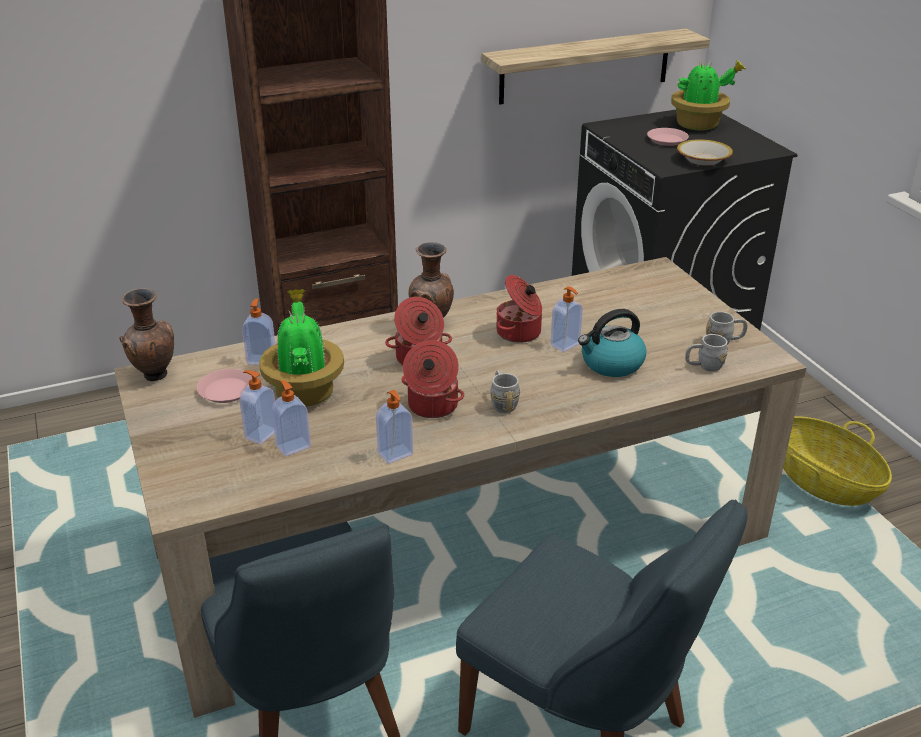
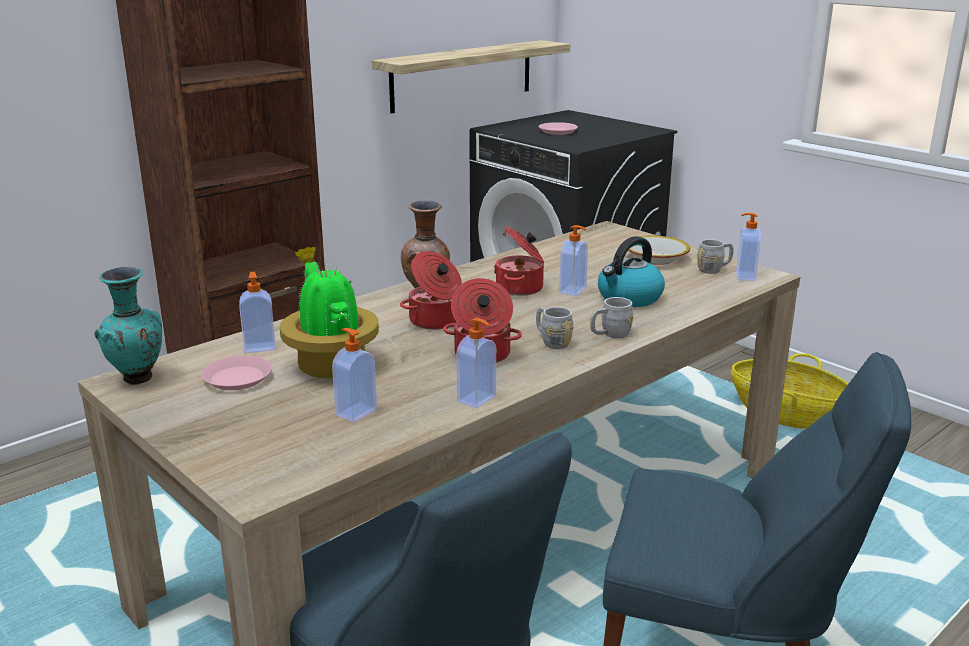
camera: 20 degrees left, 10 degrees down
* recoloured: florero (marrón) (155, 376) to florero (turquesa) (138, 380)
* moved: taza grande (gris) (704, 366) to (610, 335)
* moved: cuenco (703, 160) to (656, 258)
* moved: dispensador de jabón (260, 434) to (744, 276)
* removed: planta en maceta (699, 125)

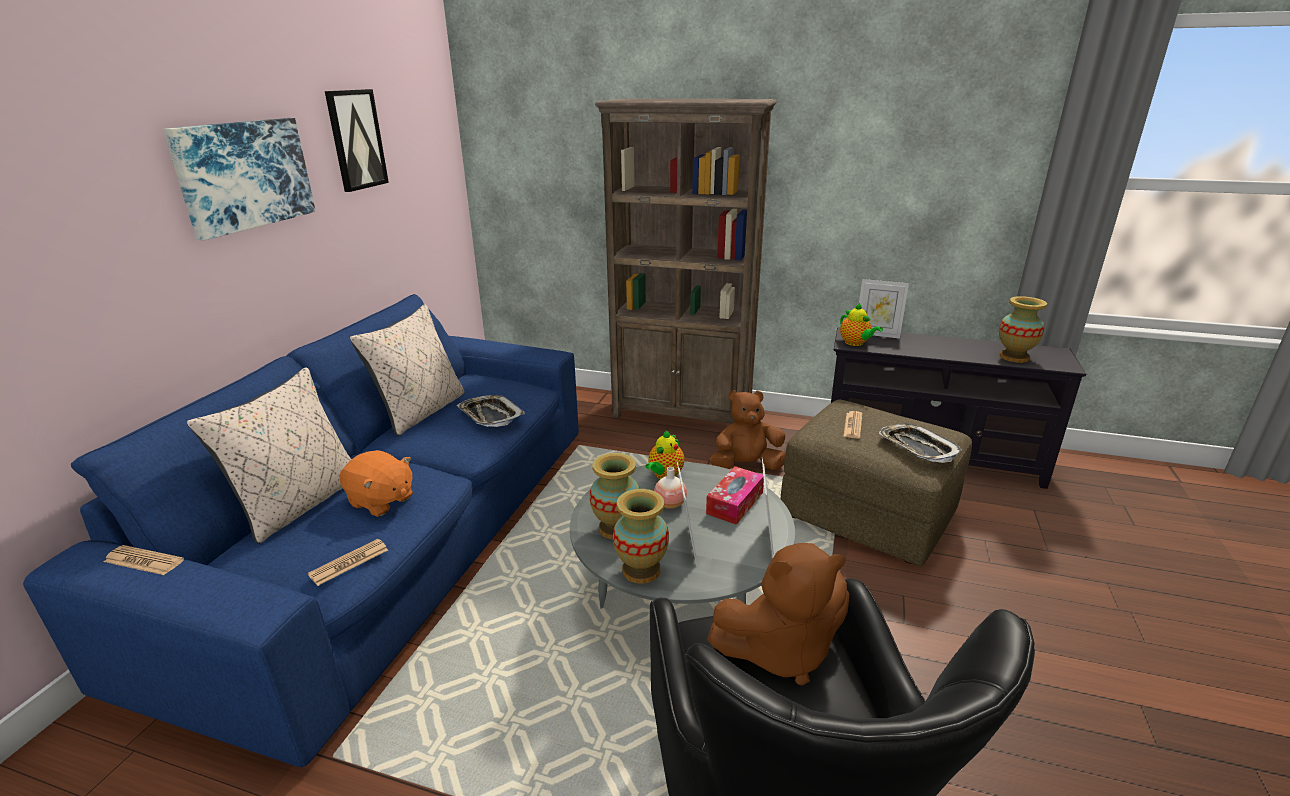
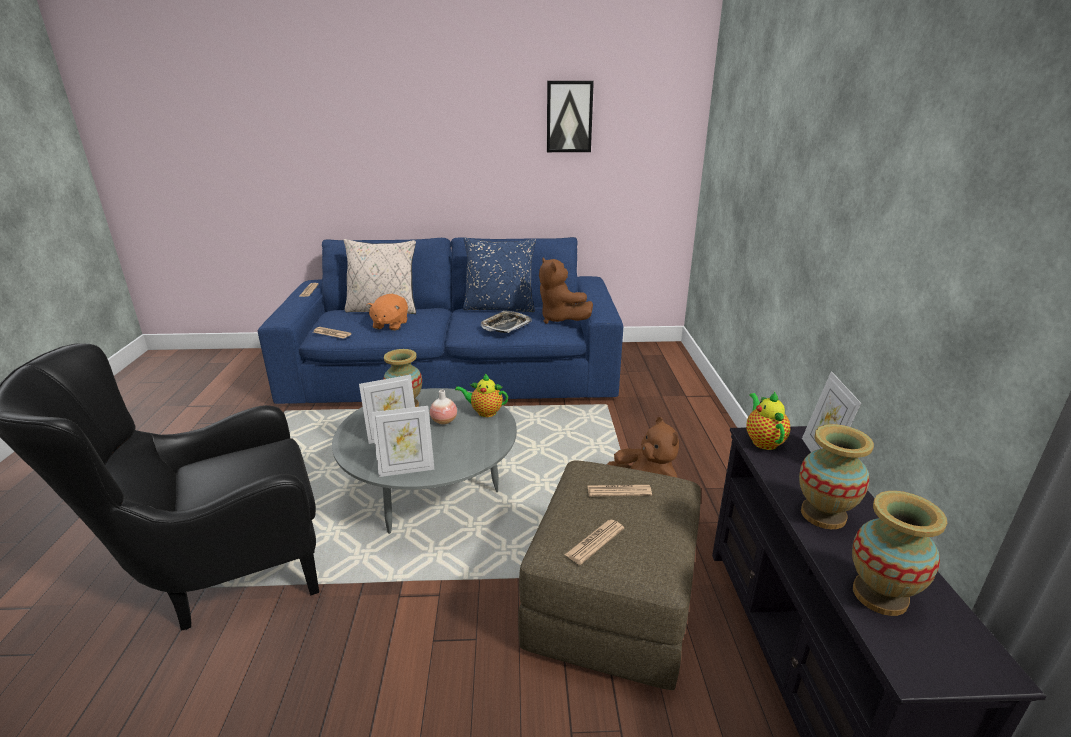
camera: 70 degrees right, 0 degrees up
* recoloured: cojín (beis) (421, 412) to cojín (azul) (499, 308)
* moved: peluche (marrón) (781, 650) to (560, 319)
* replaced: bandeja (917, 447) to periódico (595, 542)
* turned: tetera (855, 343) = (763, 441) 135 degrees clockwise
* moved: florero (641, 570) to (823, 515)
* removed: cuadro (244, 175)
* removed: estantería (marrón) (682, 414)
* removed: caja de pañuelos (735, 503)

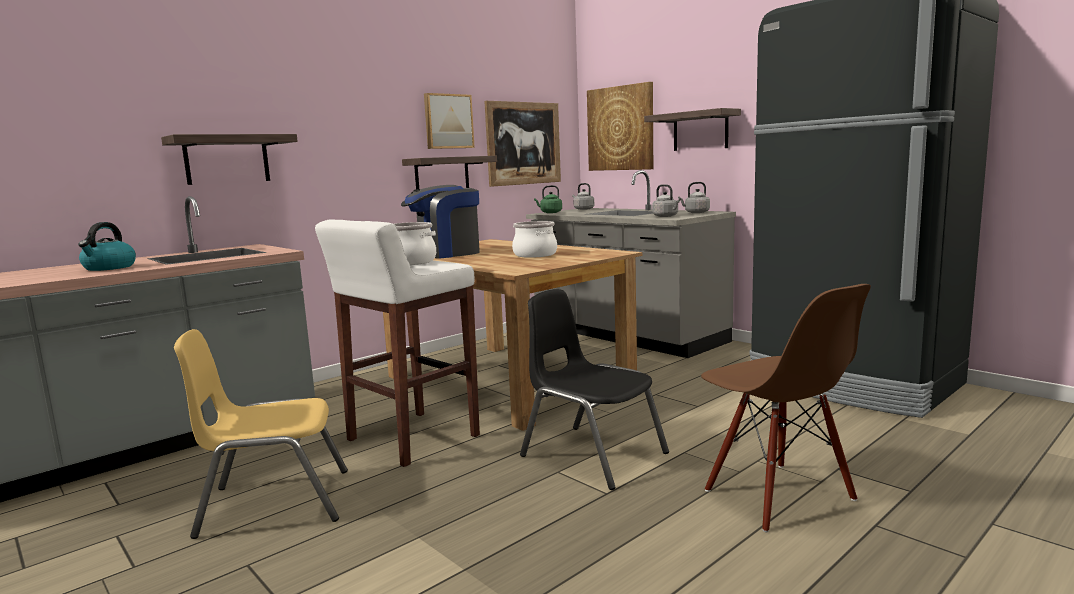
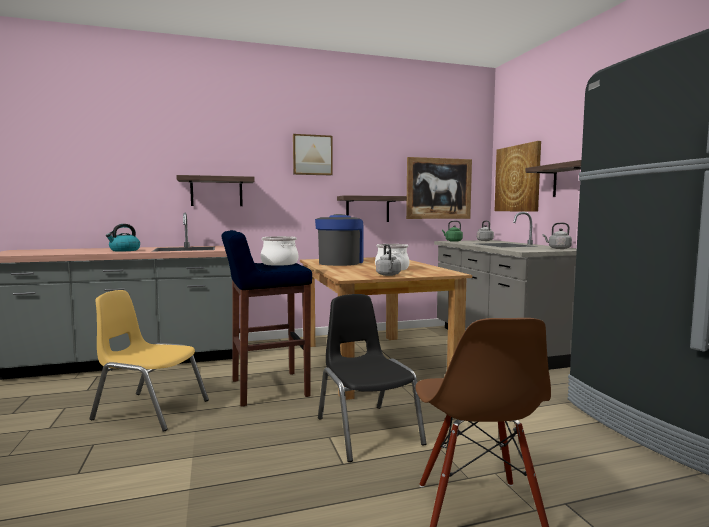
camera: 25 degrees right, 5 degrees down
* recoloured: taburete (blanco) (411, 439) to taburete (azul) (268, 388)
* moved: cuadro (448, 121) to (312, 155)
* turned: cafetera (444, 254) = (340, 262) 105 degrees clockwise
* moved: hervidor (gris) (666, 216) to (388, 275)

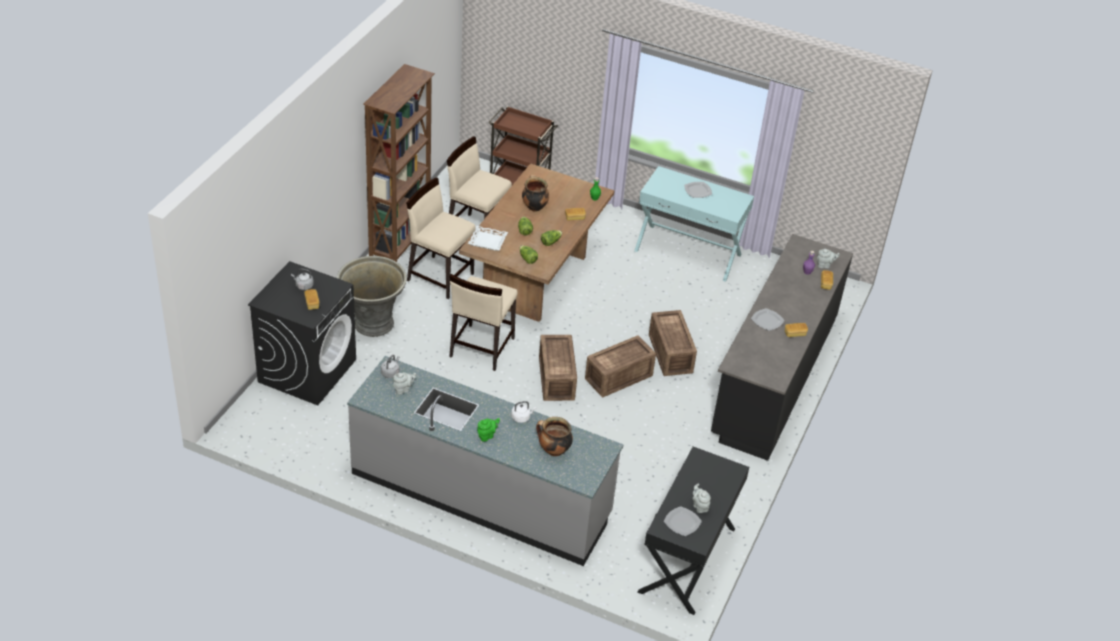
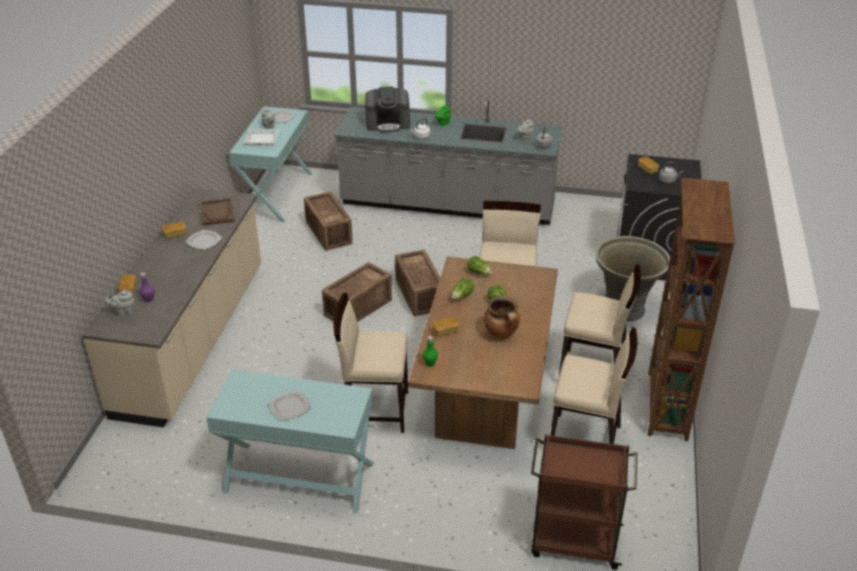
camera: 170 degrees right, 5 degrees down
* recoloured: mueble bajo de cocina (negro) (773, 377) to mueble bajo de cocina (beis) (193, 339)
* added: bandeja (marrón) (217, 213)
* recoloured: mesa consola (negro) (687, 560) to mesa consola (turquesa) (276, 194)
* moved: bandeja (blanco) (488, 241) to (261, 140)
* moved: caja de embalaje (669, 354) to (329, 232)
* added: silla (beis) (374, 410)
* replaced: olla (553, 450) to cafetera (388, 123)

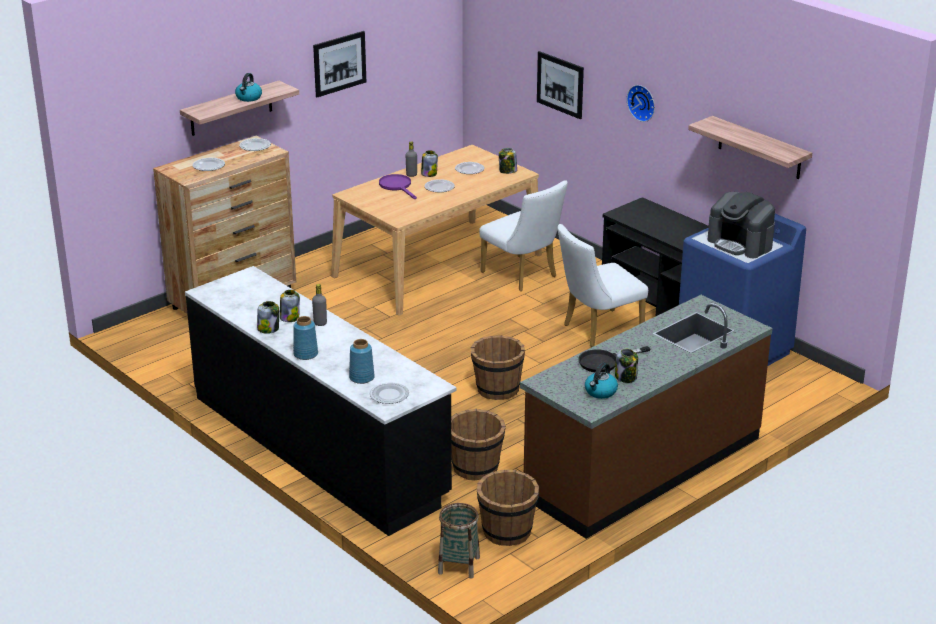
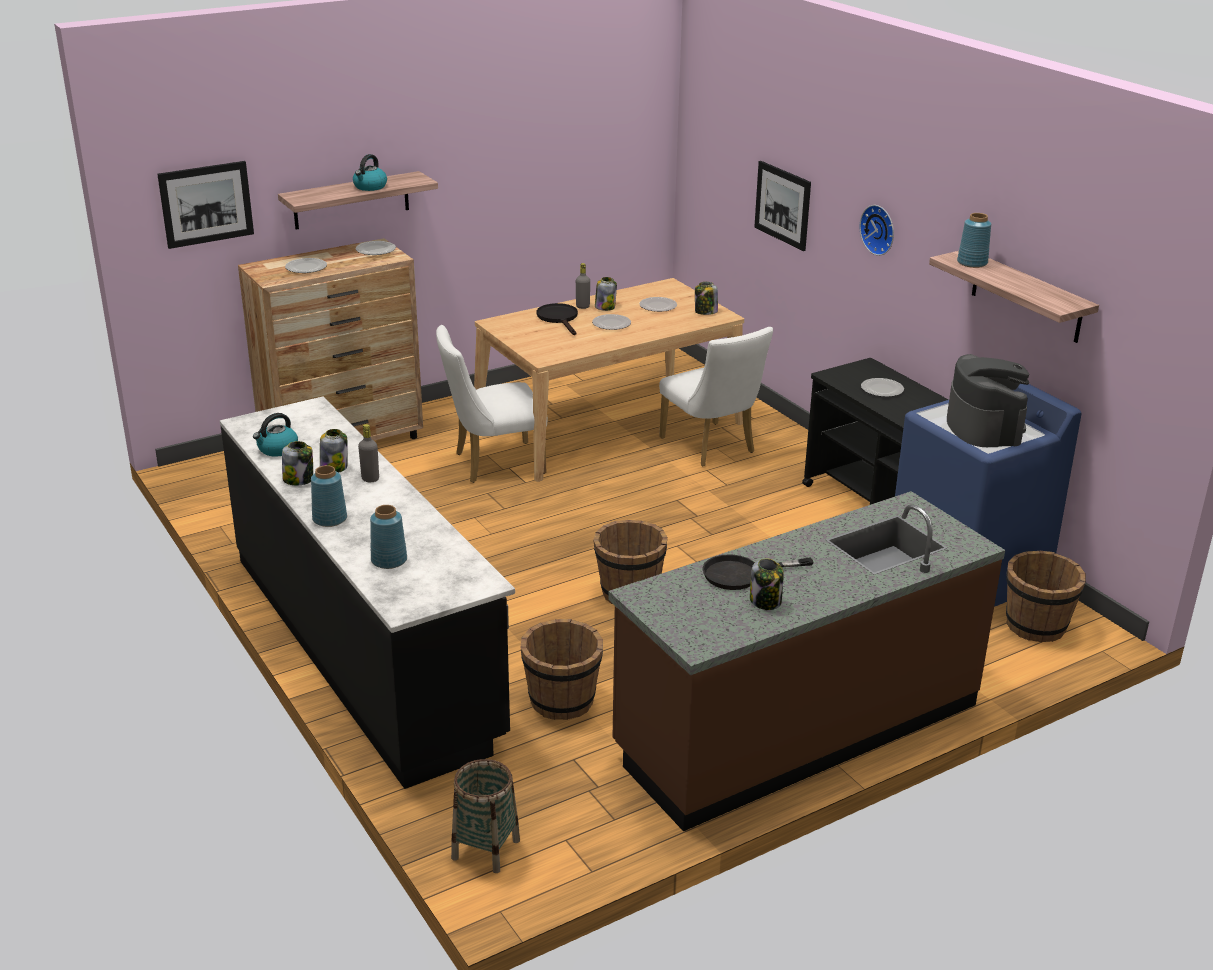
camera: 10 degrees right, 0 degrees up
* moved: cuadro (339, 63) to (206, 204)
* moved: hervidor (600, 392) to (277, 449)
* moved: silla (blanco) (597, 330) to (492, 464)
* recoloured: sartén (morado) (397, 186) to sartén (negro) (559, 318)
* moved: plato (388, 395) to (881, 389)
* turned: cafetera (740, 243) = (983, 426) 150 degrees counterclockwise
* added: florero (azul) (972, 263)
* moved: cubo (marrón) (507, 532) to (1035, 626)

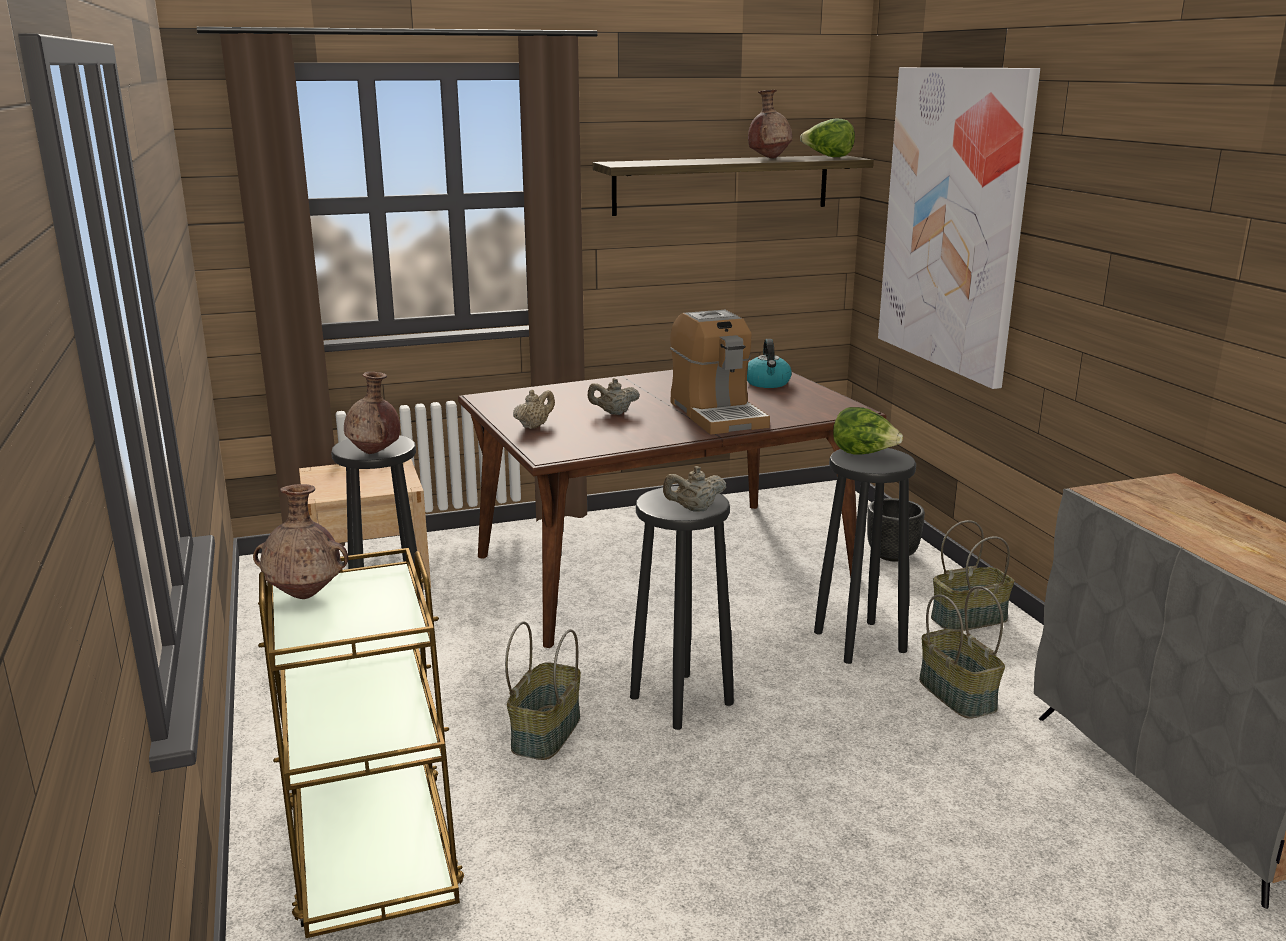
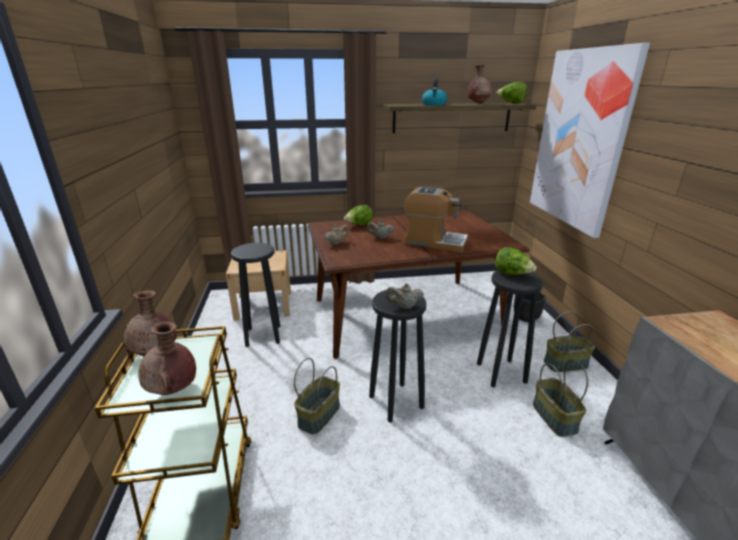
camera: 10 degrees right, 5 degrees up
* moved: florero (marrón) (375, 452) to (173, 390)
* added: lechuga (359, 225)
* turned: cafetera (717, 414) = (434, 242) 60 degrees counterclockwise
* moved: hervidor (767, 383) to (434, 104)

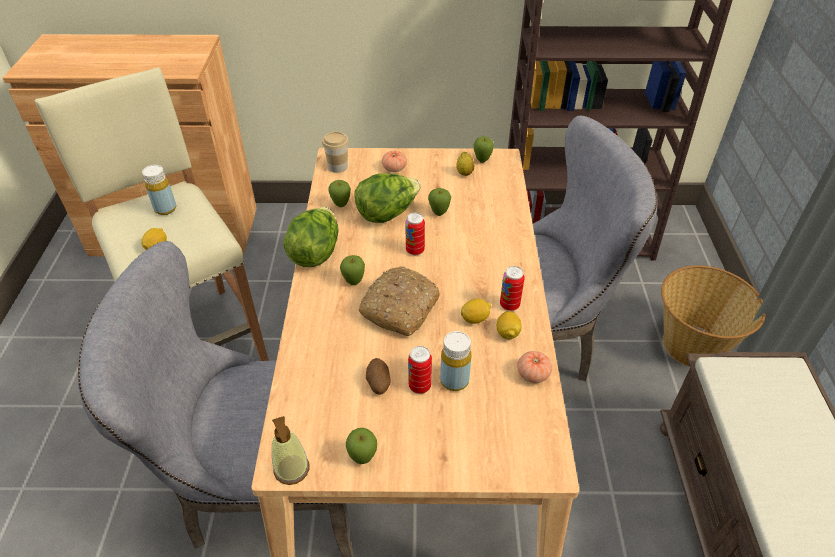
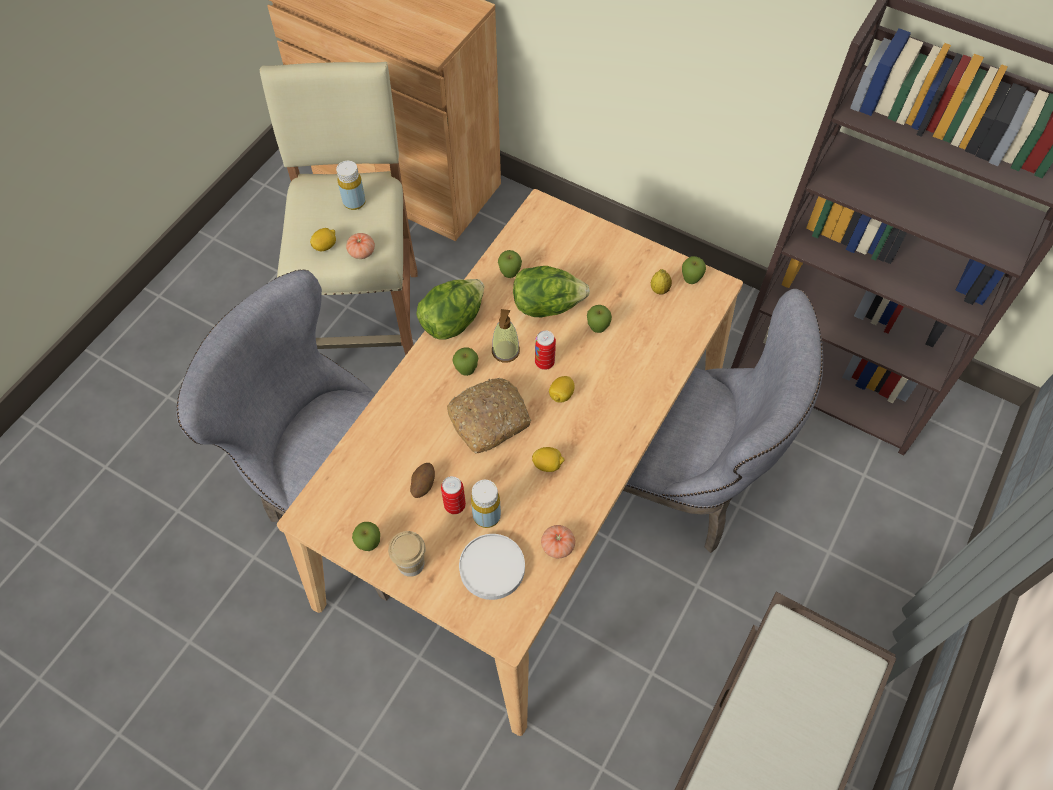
camera: 30 degrees right, 15 degrees up
* moved: tomate (394, 168) to (361, 252)
* moved: taza (337, 167) to (411, 563)
* added: plato (blanco) (492, 567)
* moved: dispensador de jabón (292, 469) to (505, 351)
* moved: limón (507, 333) to (561, 395)
* removed: lata (509, 305)
* removed: cesta (692, 344)

